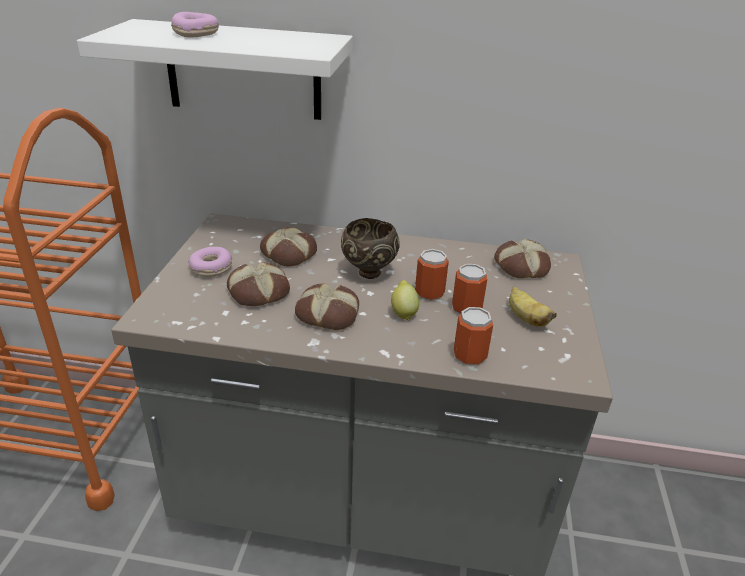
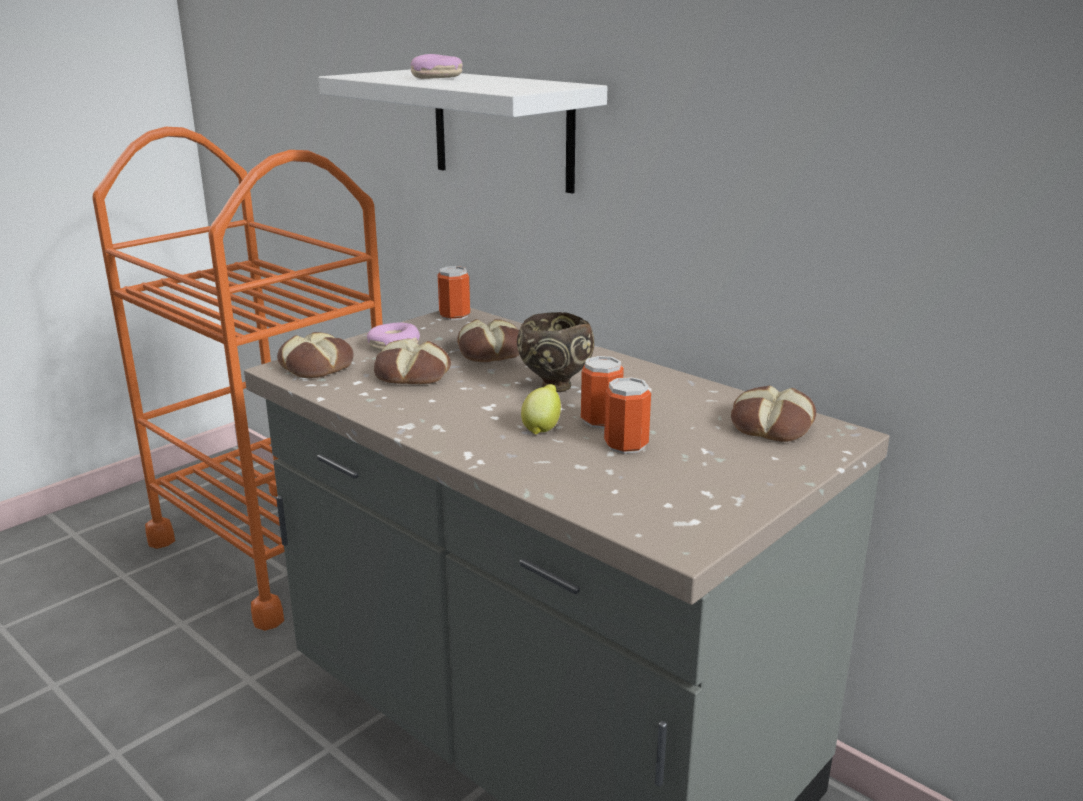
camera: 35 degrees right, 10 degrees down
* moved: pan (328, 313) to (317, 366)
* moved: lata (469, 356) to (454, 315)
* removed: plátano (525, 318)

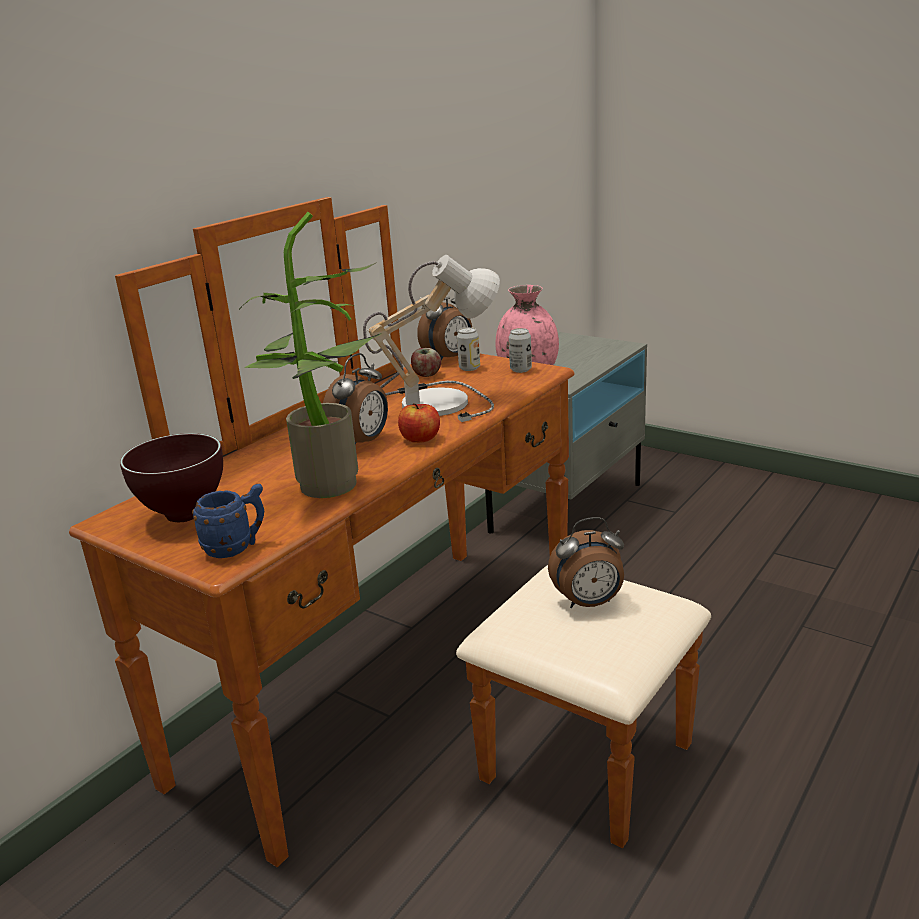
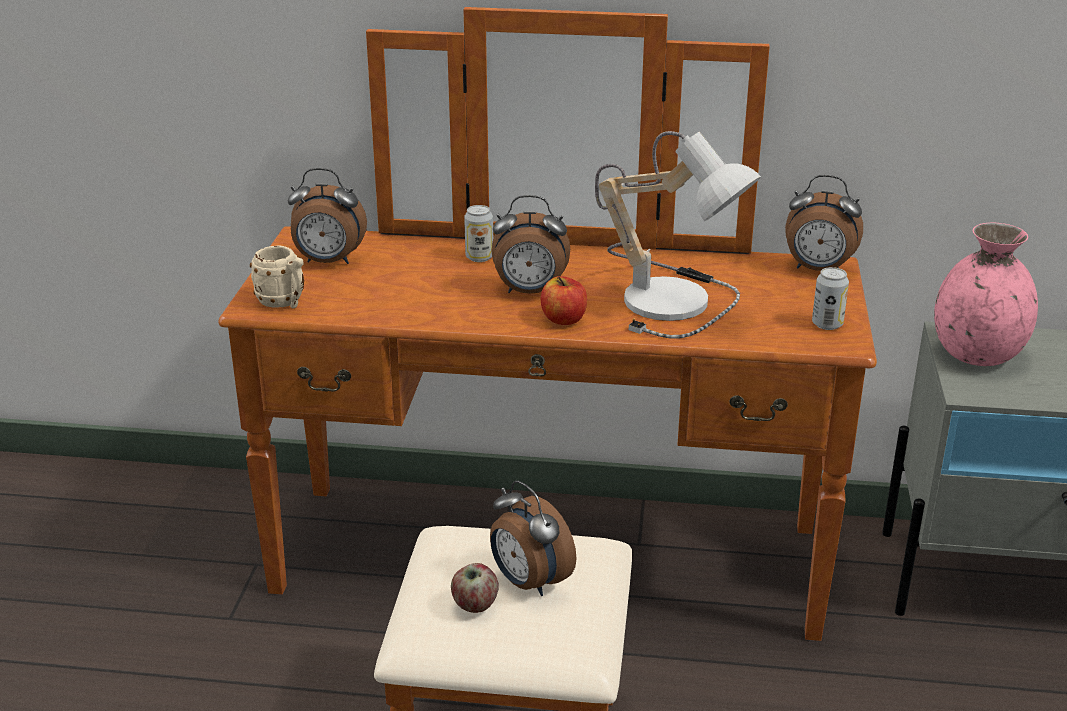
camera: 60 degrees right, 5 degrees up
* recoloured: taza grande (azul) (236, 547) to taza grande (beis) (284, 303)
* replaced: cuenco (marrón) (185, 514) to despertador (328, 262)
* moved: manzana (426, 375) to (474, 605)
* moved: lata (469, 368) to (479, 257)
* removed: planta en maceta (326, 489)

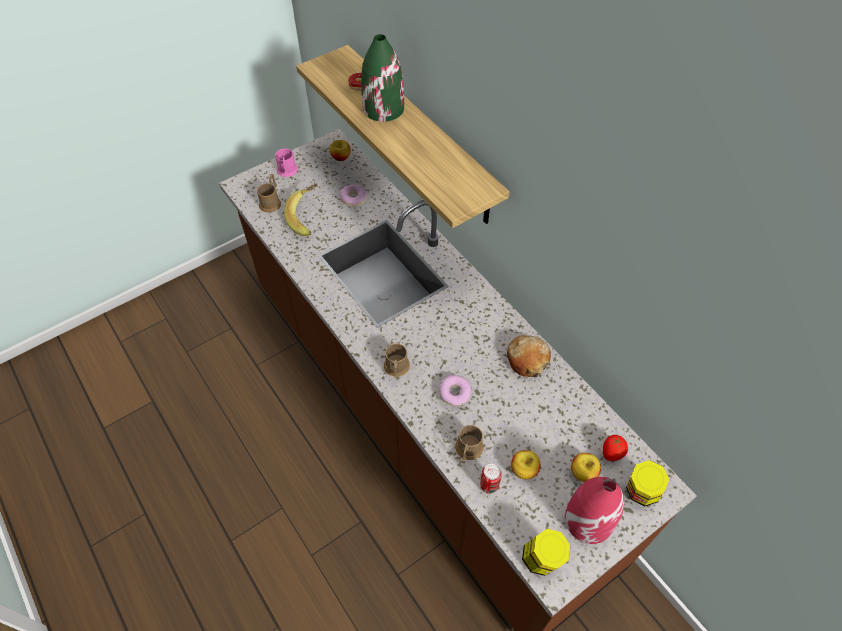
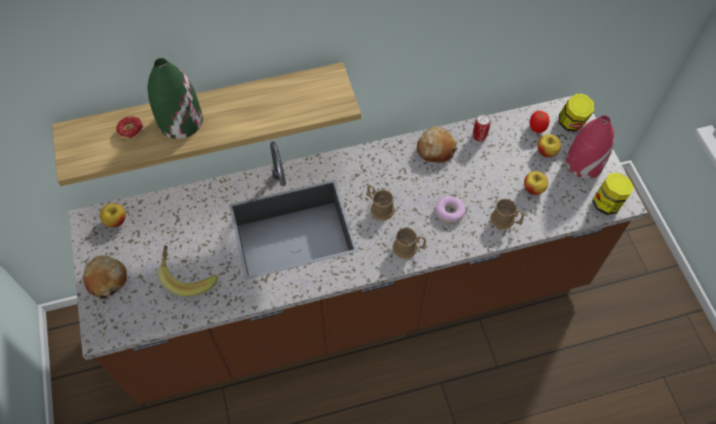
camera: 70 degrees left, 5 degrees up
* replaced: taza grande (rosa) (287, 171) to pan (107, 279)
* moved: taza grande (marrón) (271, 202) to (379, 207)
* moved: lata (489, 485) to (479, 136)
* removed: rosquilla (353, 198)

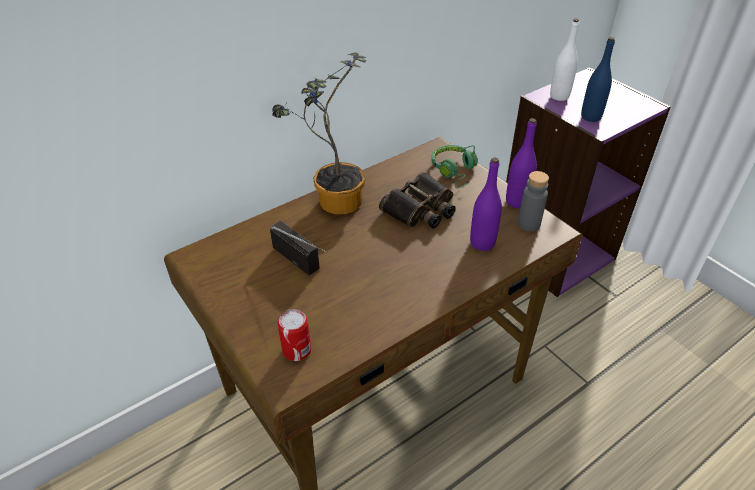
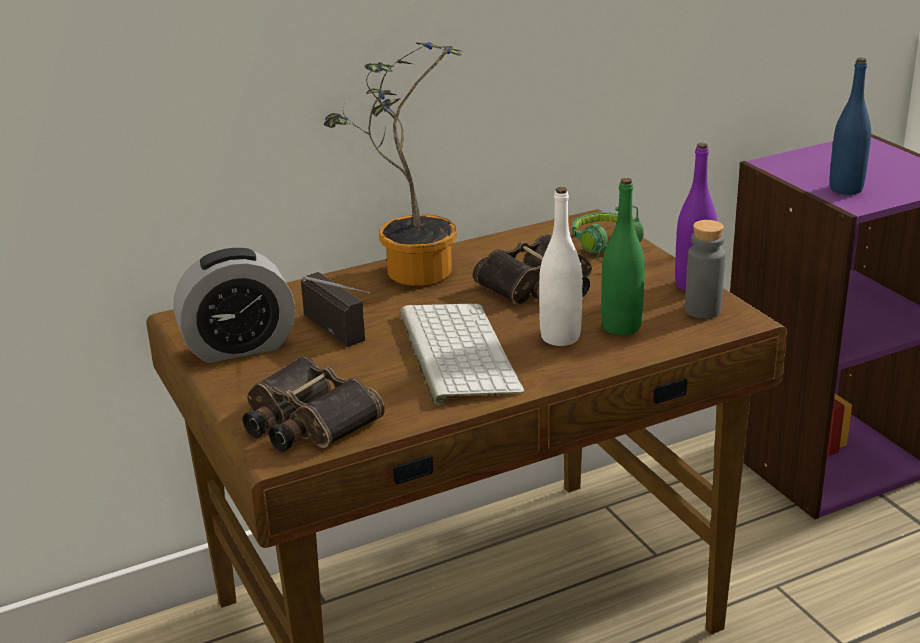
camera: 10 degrees right, 15 degrees down
* added: despertador (239, 347)
* replaced: lata (297, 350) to prismáticos (305, 421)
* added: teclado (454, 351)
* moved: botella (blanco) (559, 96) to (560, 337)
* recoloured: botella (morado) (482, 243) to botella (verde) (621, 327)

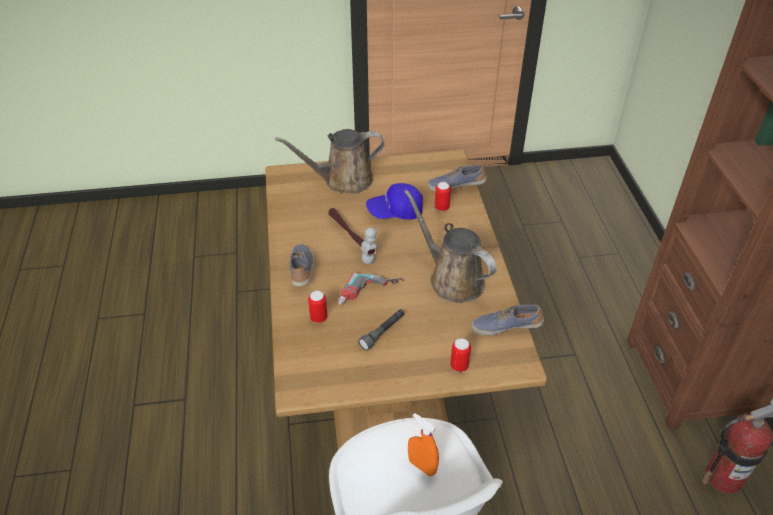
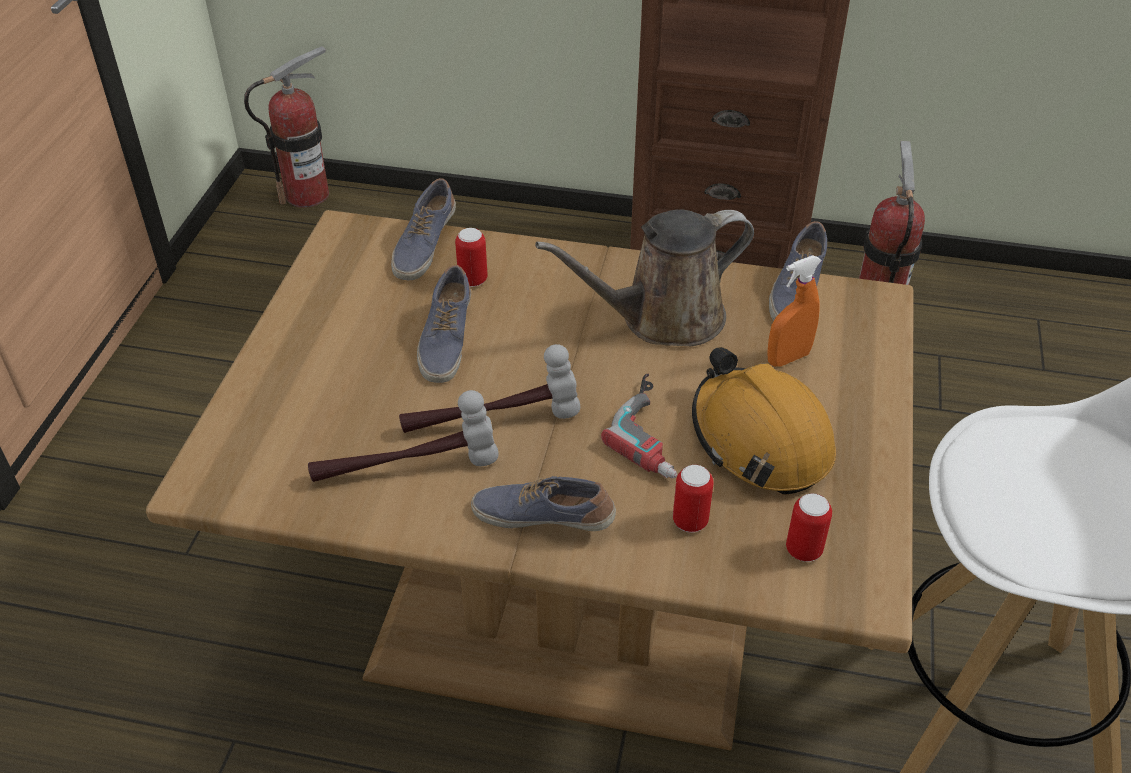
camera: 70 degrees left, 0 degrees up
* added: extintor (307, 194)
* added: martillo (406, 468)
* replaced: gorra (azul) (395, 211) to zapato (445, 341)
* replaced: linterna (gris) (383, 332) to casco (naranja) (760, 439)
* moved: pulverizador (naranja) (422, 466) to (788, 358)
* moved: lata (459, 366) to (803, 550)
* removed: regadera (marrón) (343, 180)

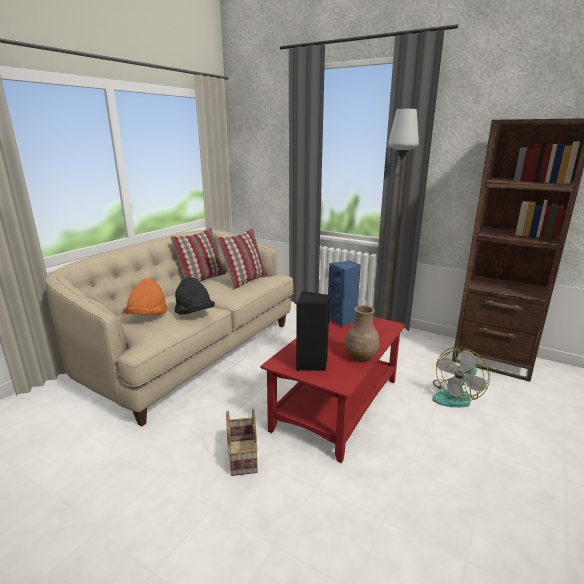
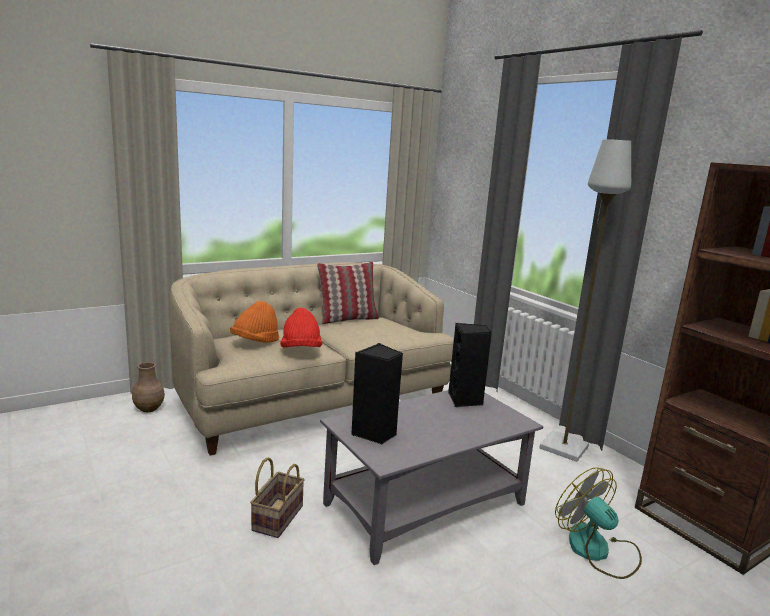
camera: 25 degrees right, 5 degrees down
* moved: florero (marrón) (361, 357) to (148, 409)
* recoloured: sombrero (negro) (194, 313) to sombrero (rojo) (301, 350)
* recoloured: mesa de centro (rojo) (337, 403) to mesa de centro (gris) (426, 503)
* recoloured: altavoz (azul) (343, 320) to altavoz (negro) (465, 400)
* turned: ventilador (456, 396) = (597, 551) 75 degrees clockwise
* removed: cojín (245, 280)

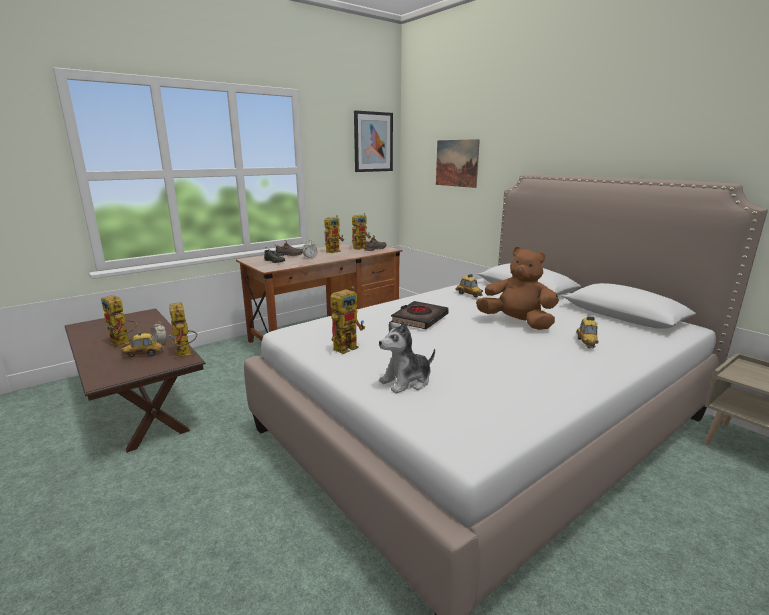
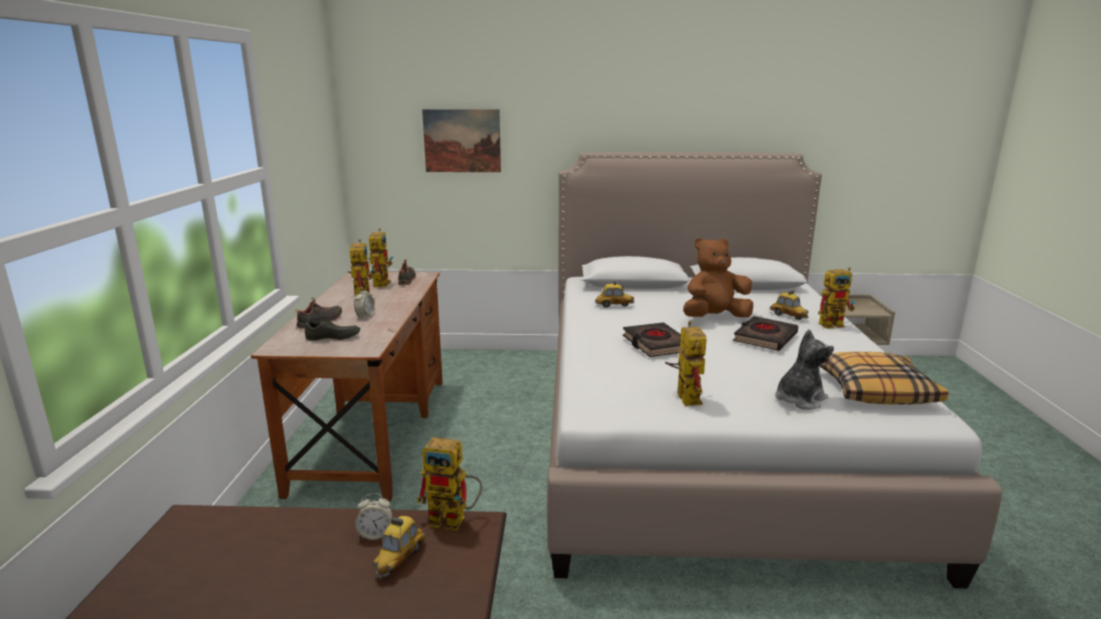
camera: 50 degrees left, 0 degrees up
* added: libro (negro) (764, 338)
* turned: peluche (406, 381) = (799, 399) 135 degrees counterclockwise
* moved: robot de juguete (123, 343) to (834, 324)
* added: cojín (875, 390)
* removed: cuadro (373, 142)

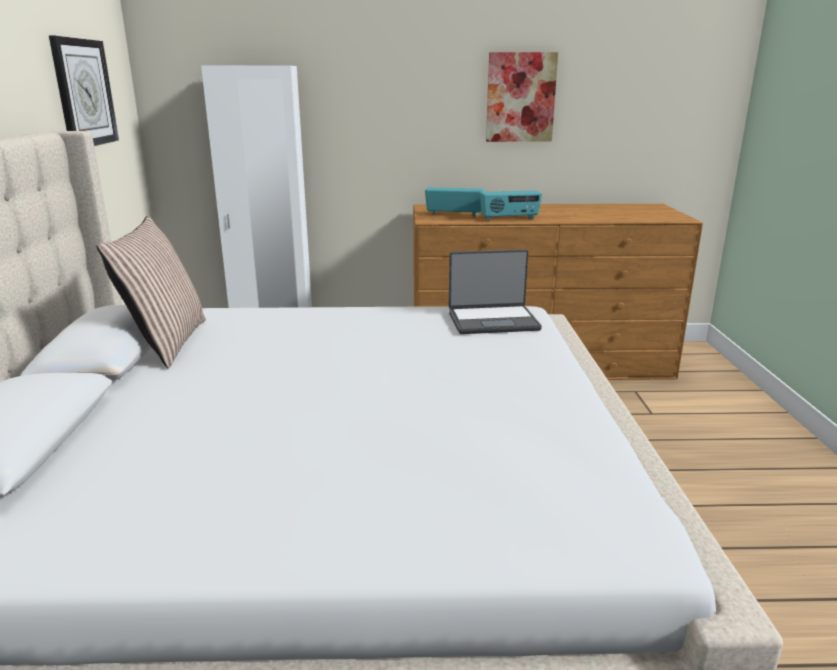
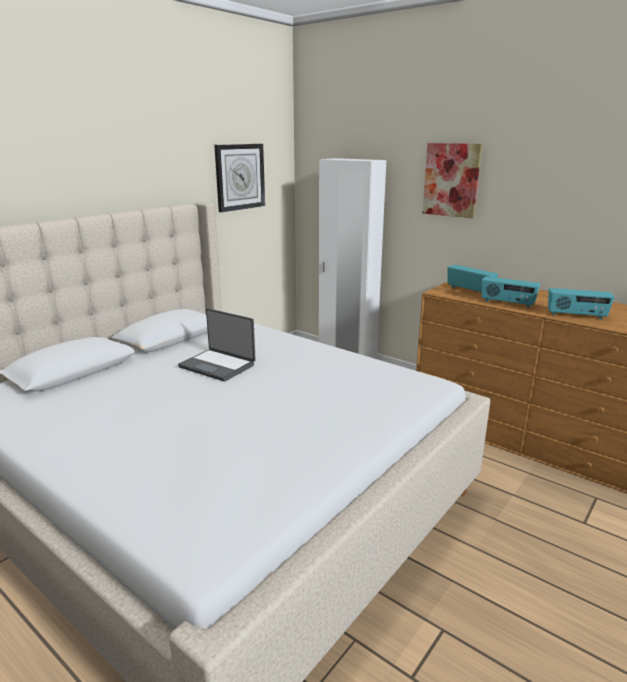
camera: 40 degrees right, 0 degrees up
* moved: portátil (493, 321) to (218, 365)
* moved: cuadro (520, 97) to (451, 180)
* added: radio (576, 316)
* removed: cojín (166, 342)

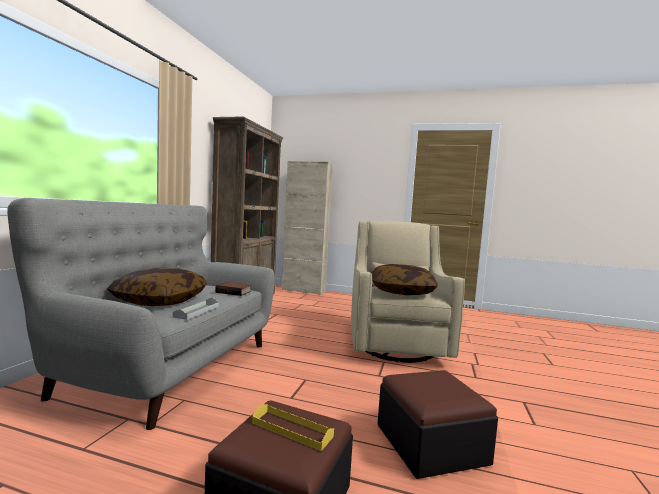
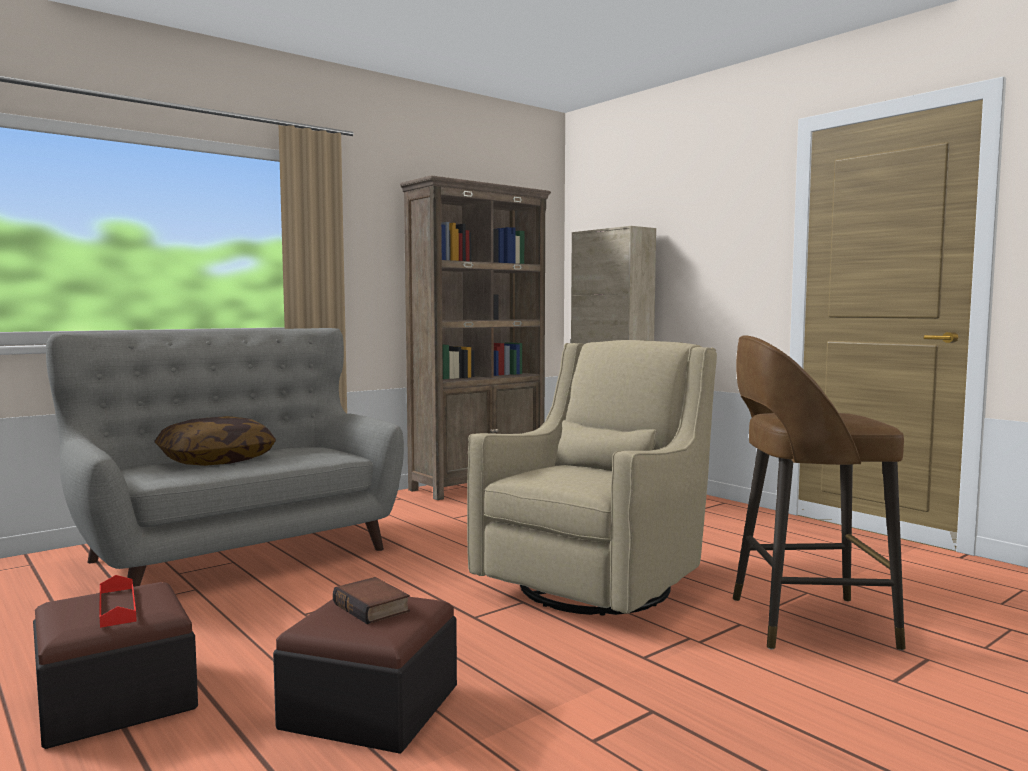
camera: 35 degrees right, 0 degrees up
* recoloured: bandeja (amarillo) (292, 429) to bandeja (rojo) (117, 606)
* moved: libro (234, 292) to (374, 607)
* added: taburete (marrón) (805, 622)
* removed: bandeja (gris) (197, 311)
* removed: cojín (401, 291)

